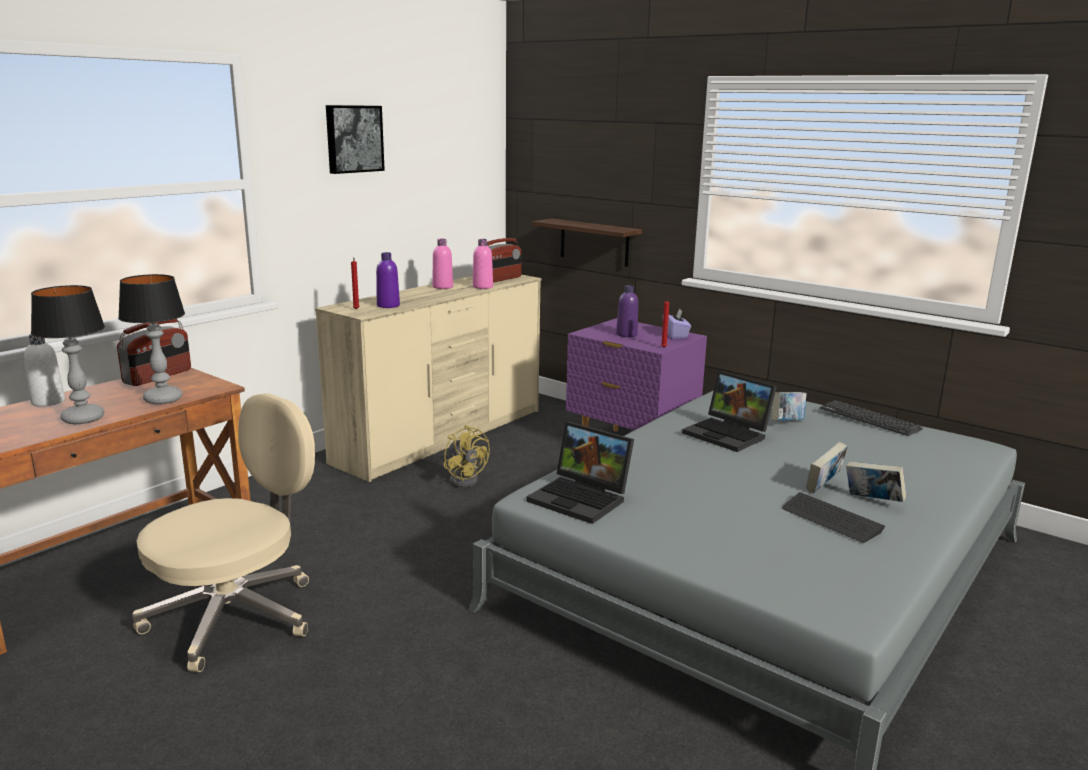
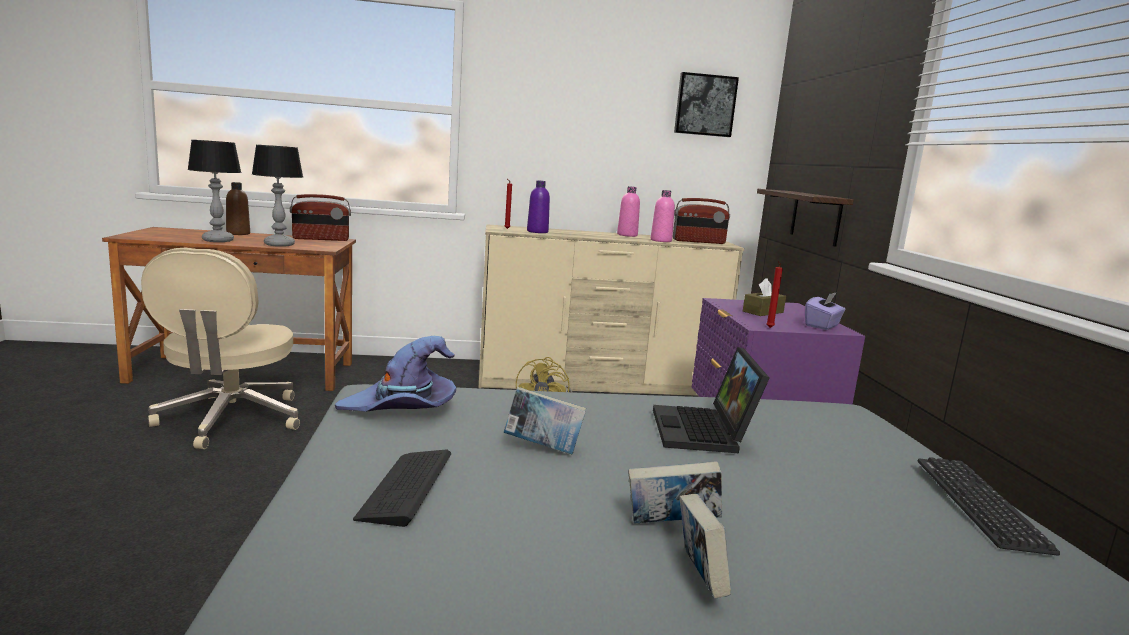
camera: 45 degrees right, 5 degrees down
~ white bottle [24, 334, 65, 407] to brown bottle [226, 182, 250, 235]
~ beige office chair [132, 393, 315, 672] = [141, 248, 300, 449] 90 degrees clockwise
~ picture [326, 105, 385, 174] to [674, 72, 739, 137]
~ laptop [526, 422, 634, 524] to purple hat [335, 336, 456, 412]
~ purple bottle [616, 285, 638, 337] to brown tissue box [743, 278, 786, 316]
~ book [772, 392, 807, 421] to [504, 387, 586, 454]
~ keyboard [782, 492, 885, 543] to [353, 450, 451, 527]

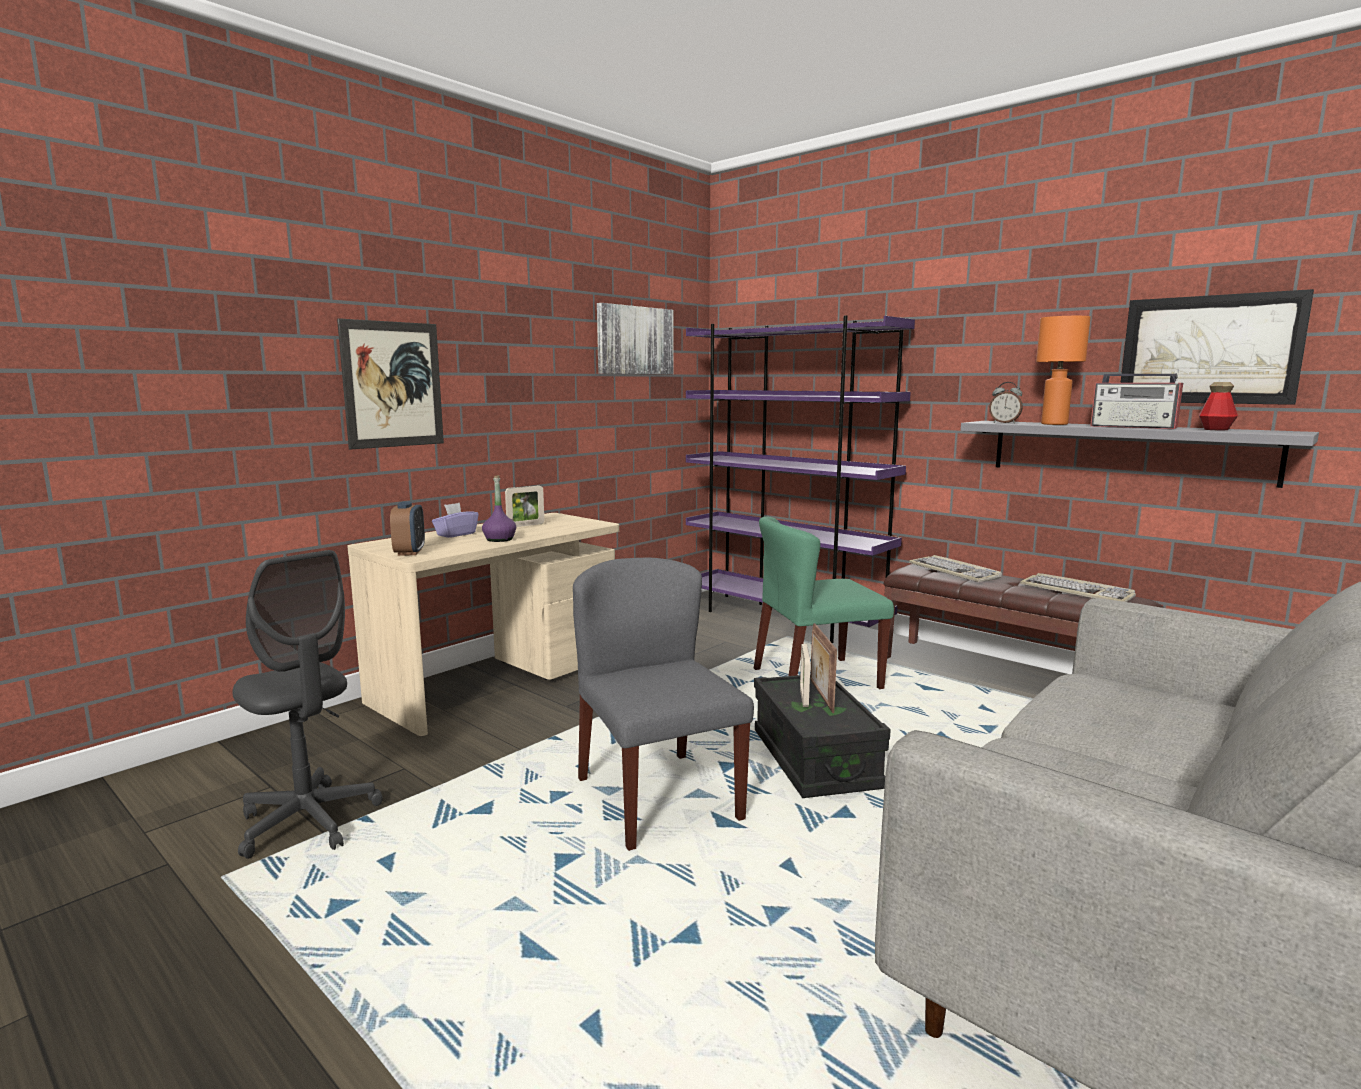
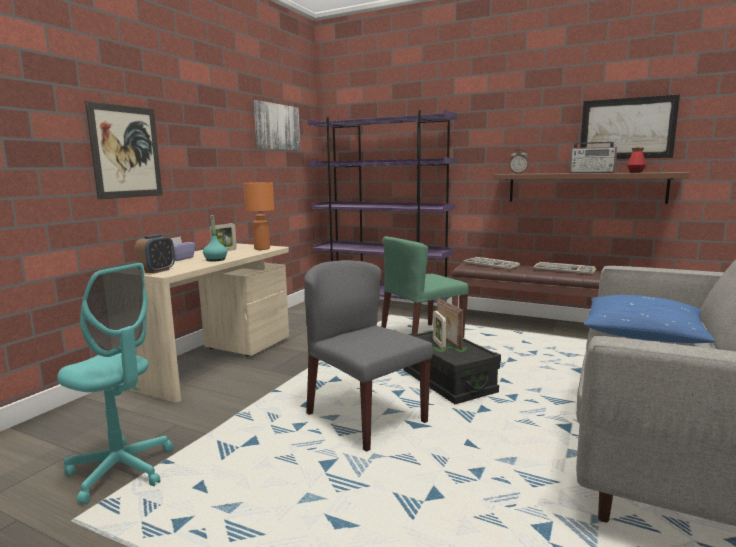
camera: 15 degrees left, 0 degrees up
~ grey office chair [233, 550, 383, 859] to turquoise office chair [57, 263, 174, 504]
~ alarm clock [390, 501, 425, 556] = [135, 234, 175, 274] 45 degrees clockwise
~ purple bottle [482, 475, 516, 542] to turquoise bottle [203, 215, 227, 261]
~ grey shelf [961, 421, 1319, 488] to brown shelf [493, 172, 690, 204]
~ orange table lamp [1036, 316, 1091, 425] to [243, 182, 274, 250]
+ blue pillow [584, 295, 715, 343]

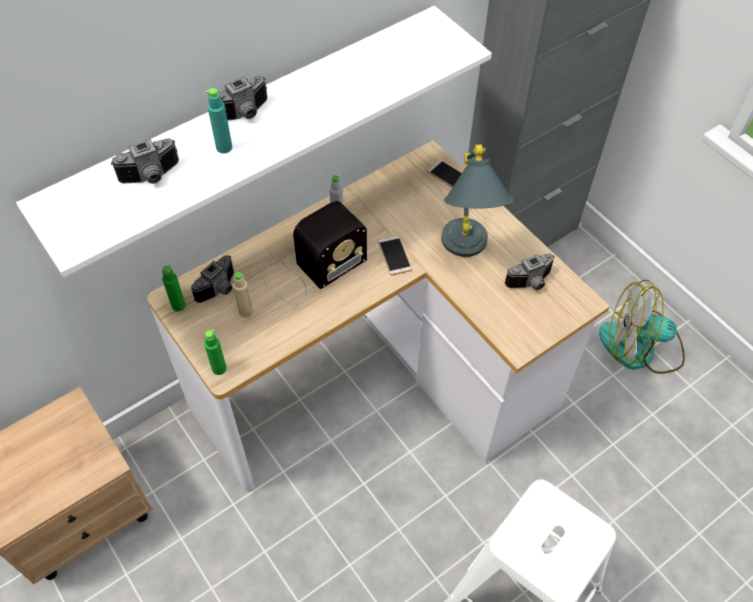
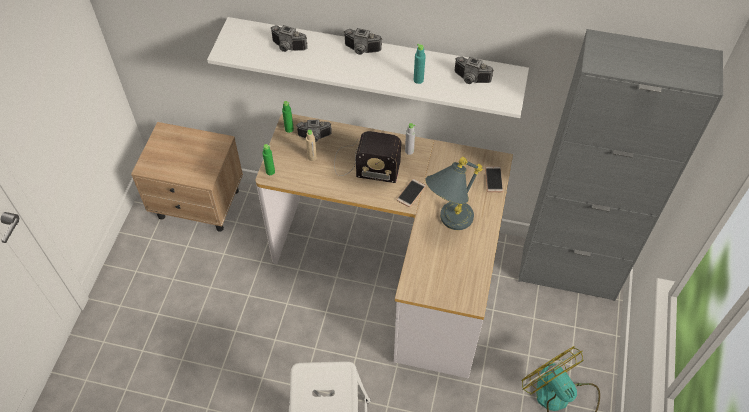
camera: 50 degrees right, 0 degrees up
~ turquoise bottle [205, 88, 232, 153] to [414, 44, 426, 84]
~ photo camera [505, 253, 555, 290] to [454, 56, 494, 84]

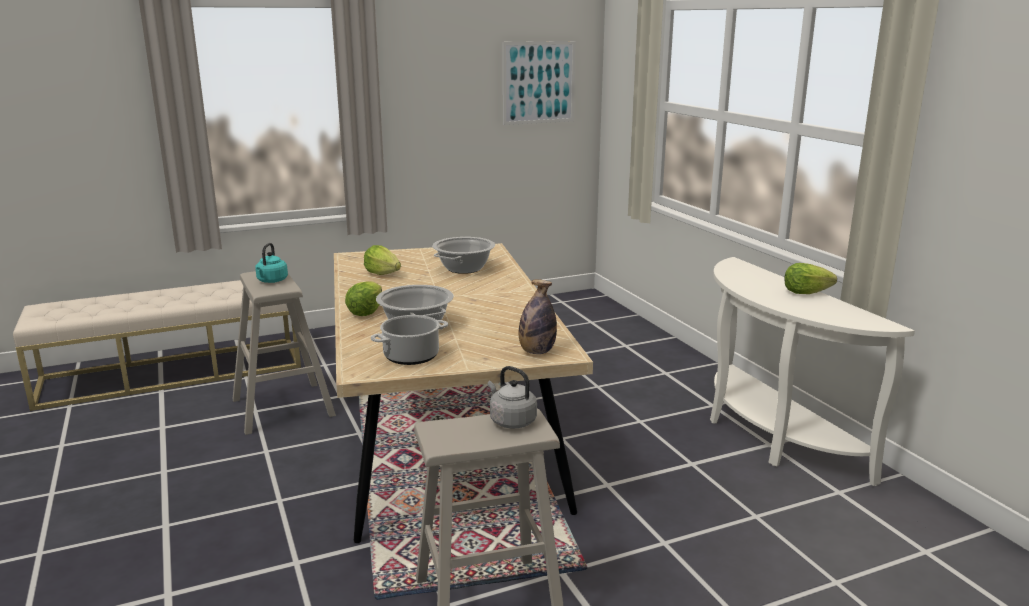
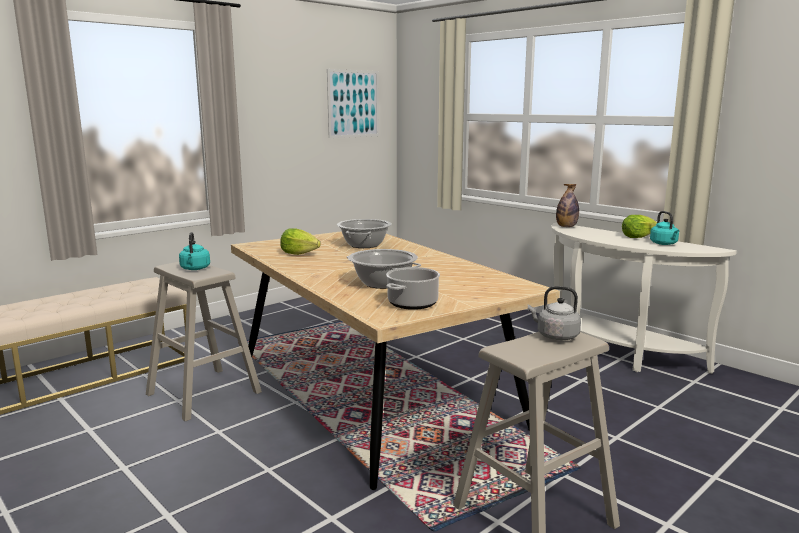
camera: 20 degrees left, 5 degrees down
- lettuce [345, 281, 382, 316]
~ bottle [519, 280, 557, 354] to [556, 184, 579, 227]
+ turquoise kettle [650, 211, 679, 245]

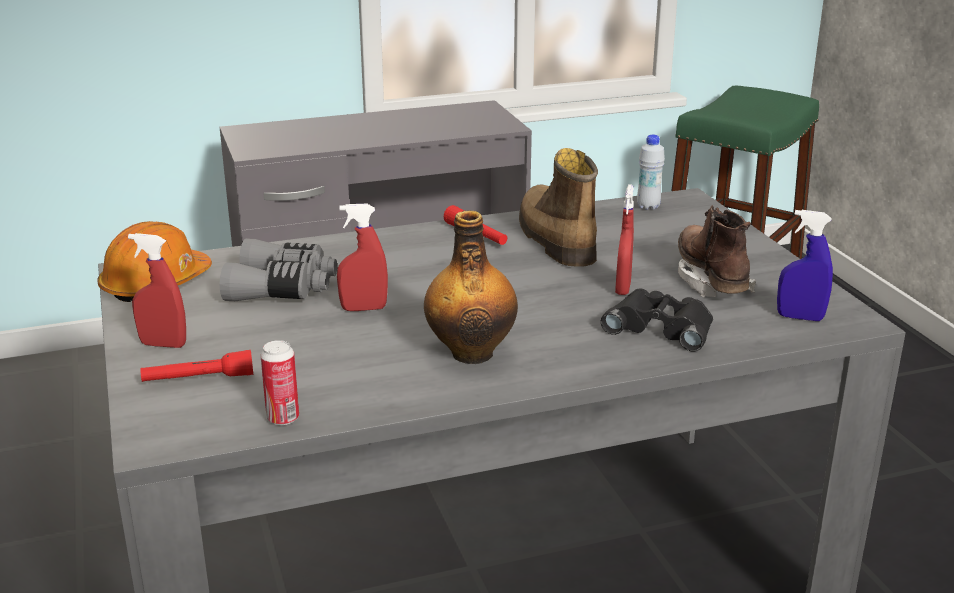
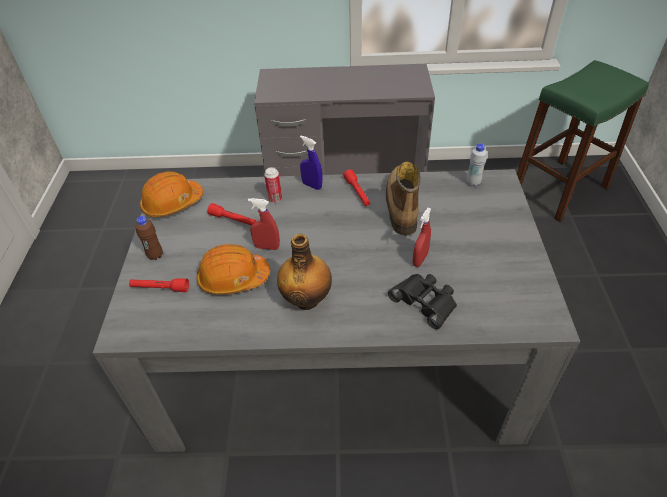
camera: 20 degrees right, 20 degrees up
~ red spray bottle [128, 233, 186, 348] to brown bottle [135, 216, 163, 260]
~ grey binoculars [220, 238, 337, 301] to red flashlight [207, 203, 256, 226]
~ can [260, 340, 299, 425] to [264, 167, 282, 203]
- brown boot [678, 205, 756, 297]
~ blue spray bottle [777, 210, 833, 321] to [300, 136, 323, 190]
+ orange hard hat [197, 244, 270, 295]

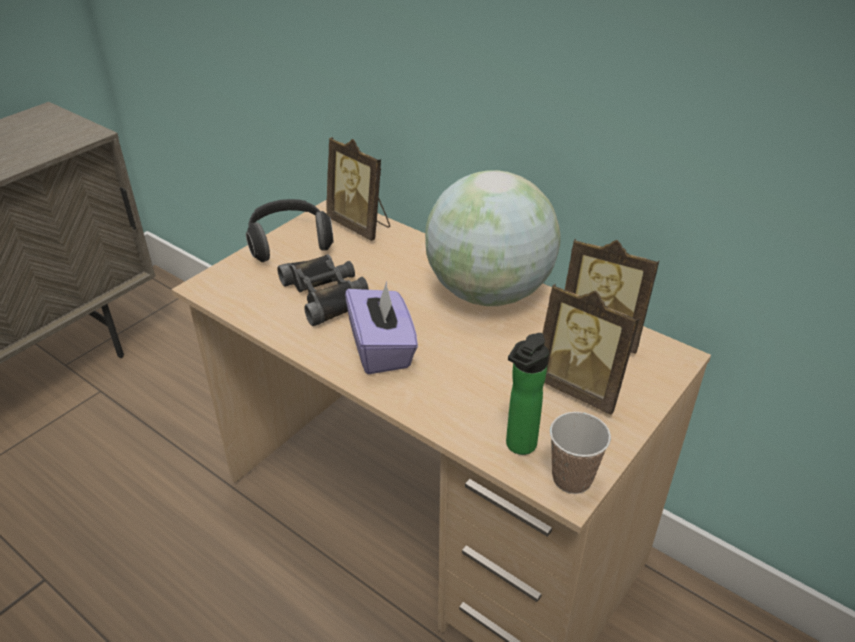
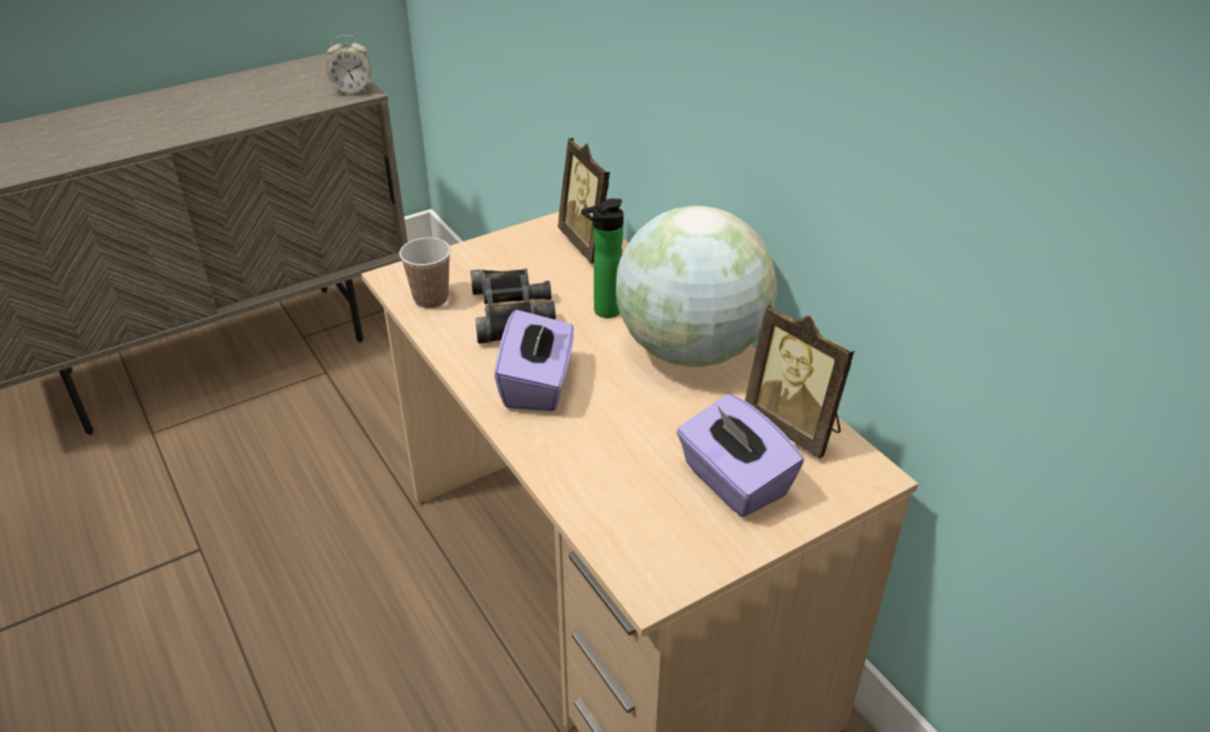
camera: 20 degrees right, 0 degrees up
- headphones [246, 199, 333, 262]
~ bottle [506, 333, 549, 455] to [581, 199, 624, 318]
~ picture frame [542, 284, 640, 414] to purple tissue box [676, 394, 804, 517]
~ cup [550, 412, 611, 494] to [399, 237, 451, 309]
+ alarm clock [326, 35, 371, 94]

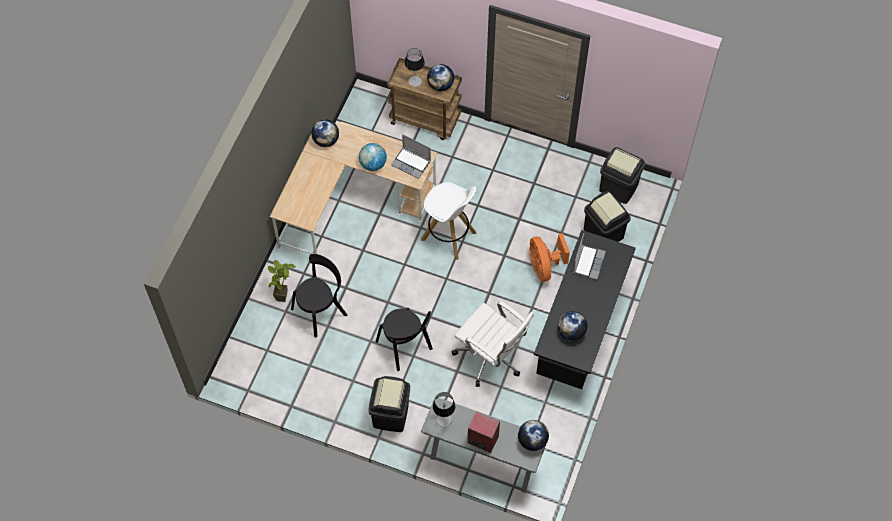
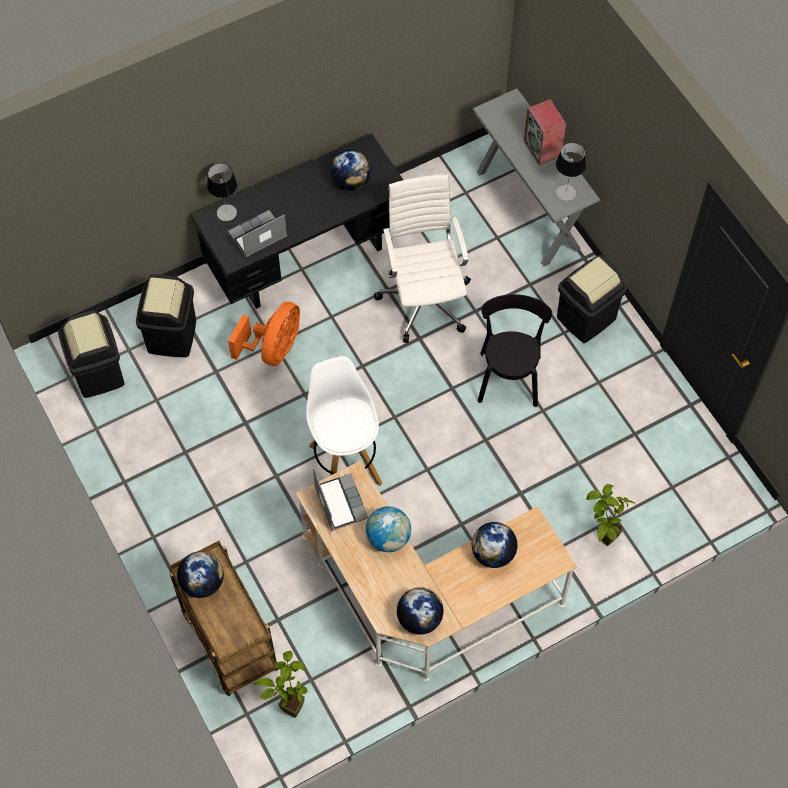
camera: 140 degrees left, 0 degrees up
- black chair [291, 254, 347, 338]
~ table lamp [405, 48, 425, 87] to [207, 163, 237, 221]
~ globe [518, 420, 549, 451] to [472, 522, 517, 568]
+ potted plant [254, 651, 308, 718]

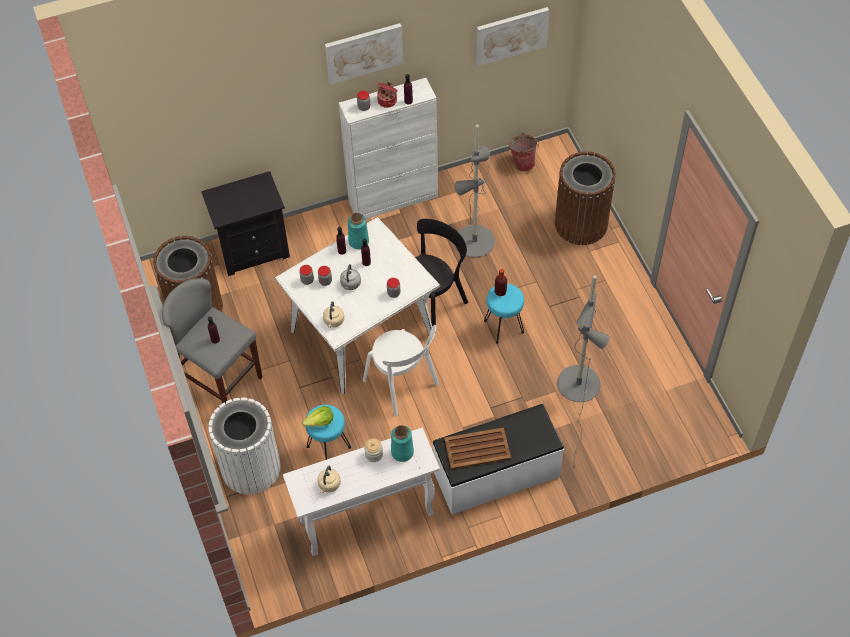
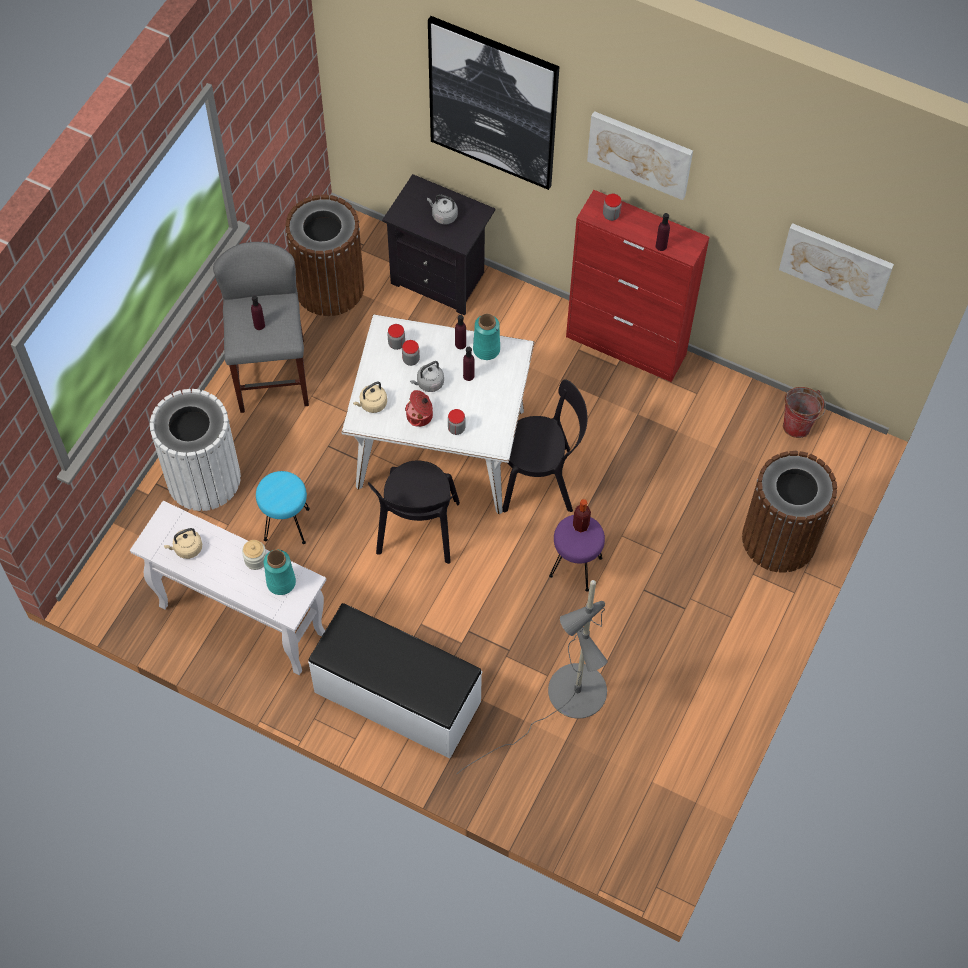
camera: 45 degrees right, 5 degrees up
- lettuce [302, 406, 333, 427]
~ white cabinet [339, 78, 438, 219] to red cabinet [566, 190, 709, 382]
~ white chair [363, 325, 439, 416] to black chair [368, 460, 460, 564]
~ cooking pot [377, 82, 398, 108] to [405, 390, 433, 427]
- brown tray [444, 427, 511, 470]
- grey floor lamp [455, 124, 495, 257]
~ turquoise stool [484, 284, 524, 344] to purple stool [549, 515, 605, 592]
+ grey kettle [427, 194, 458, 225]
+ picture [428, 16, 559, 190]

